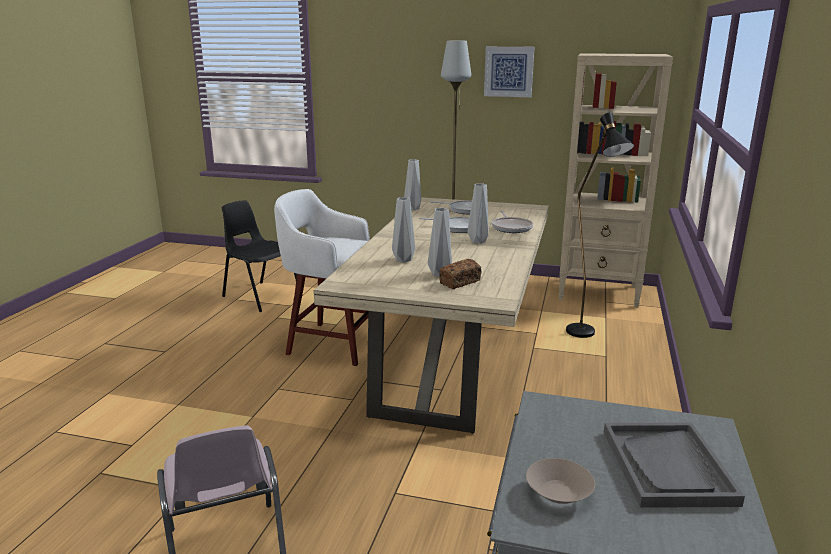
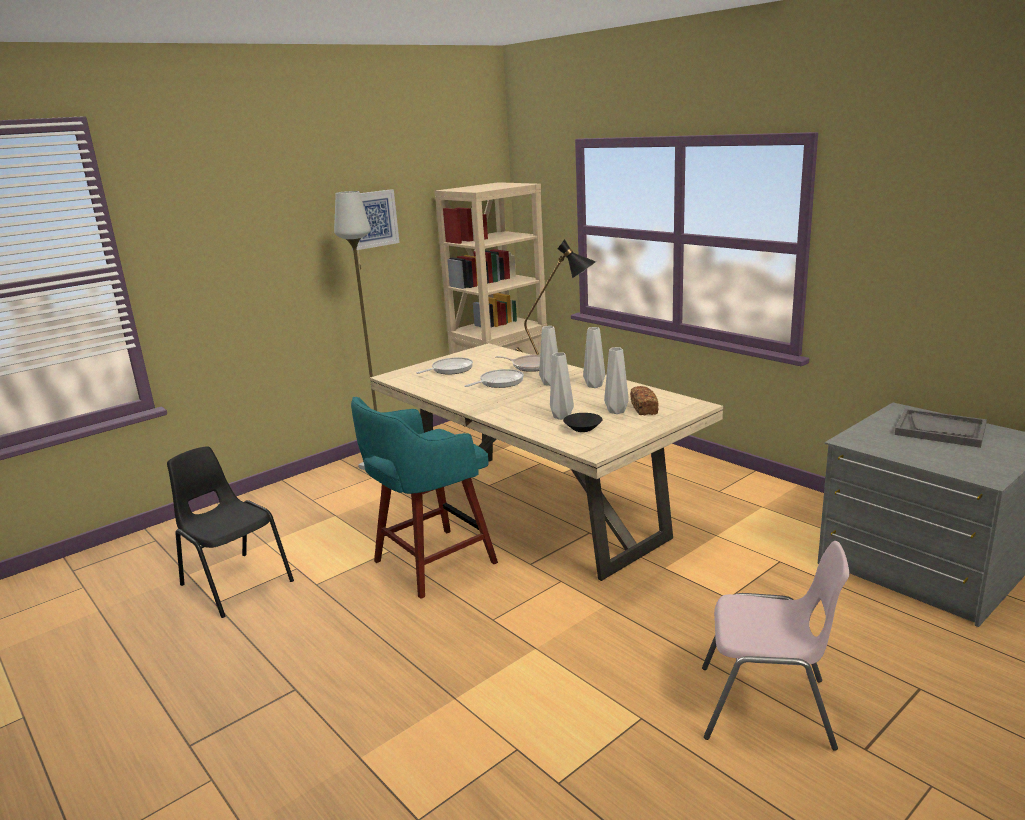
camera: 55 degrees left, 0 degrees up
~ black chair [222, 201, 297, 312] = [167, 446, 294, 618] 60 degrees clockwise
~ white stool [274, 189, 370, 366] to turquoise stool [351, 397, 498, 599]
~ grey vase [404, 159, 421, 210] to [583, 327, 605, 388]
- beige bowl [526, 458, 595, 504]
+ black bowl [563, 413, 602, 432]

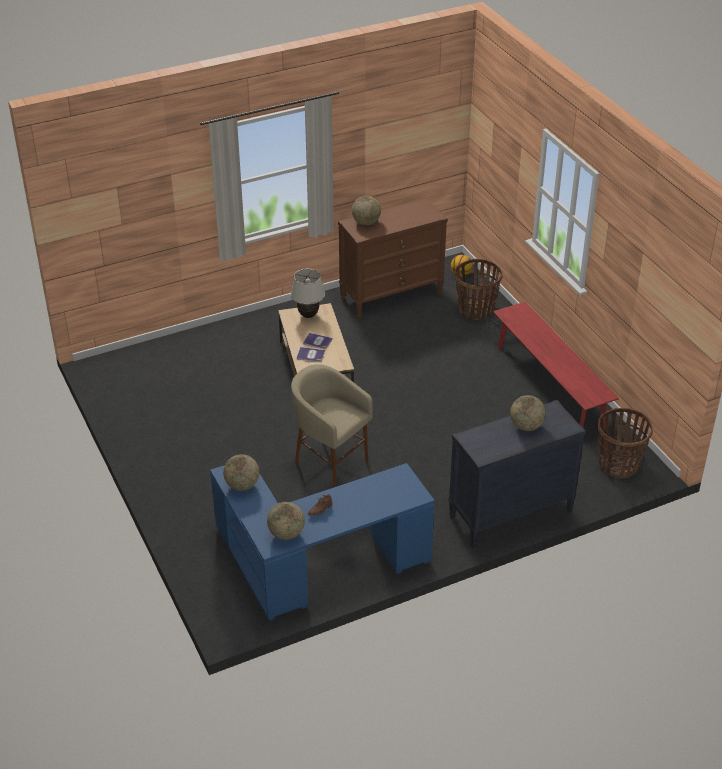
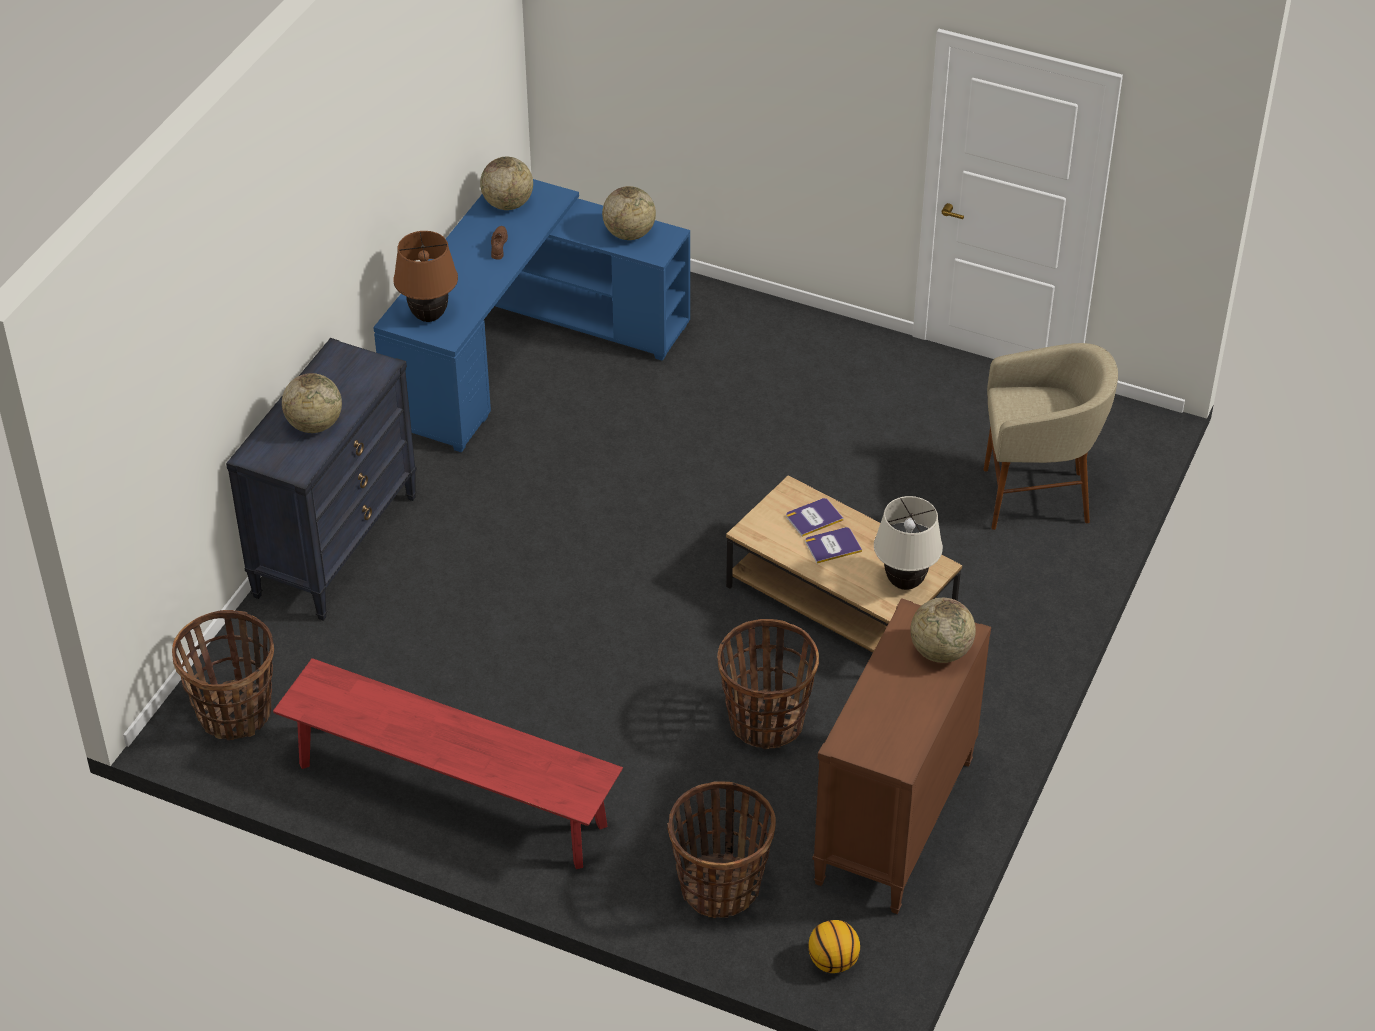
camera: 140 degrees right, 5 degrees up
~ beige stool [291, 364, 373, 487] to [984, 343, 1118, 530]
+ brown table lamp [393, 231, 458, 322]
+ basket [717, 619, 819, 749]

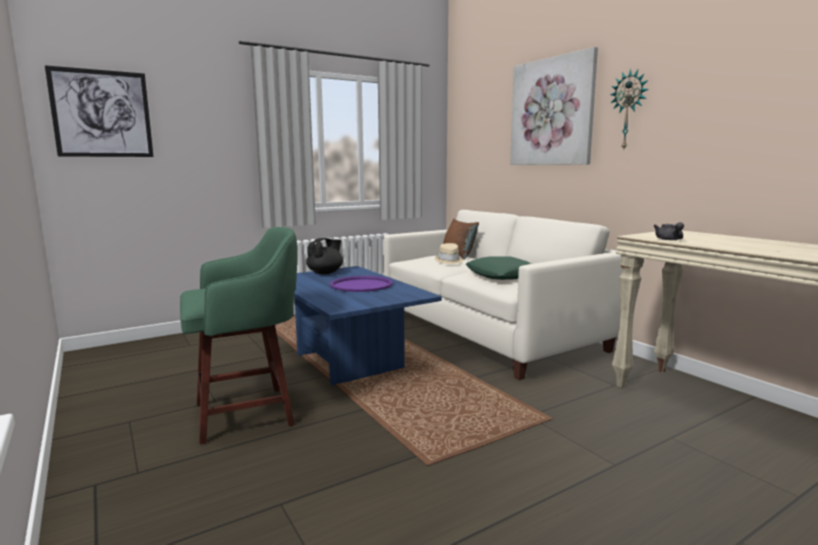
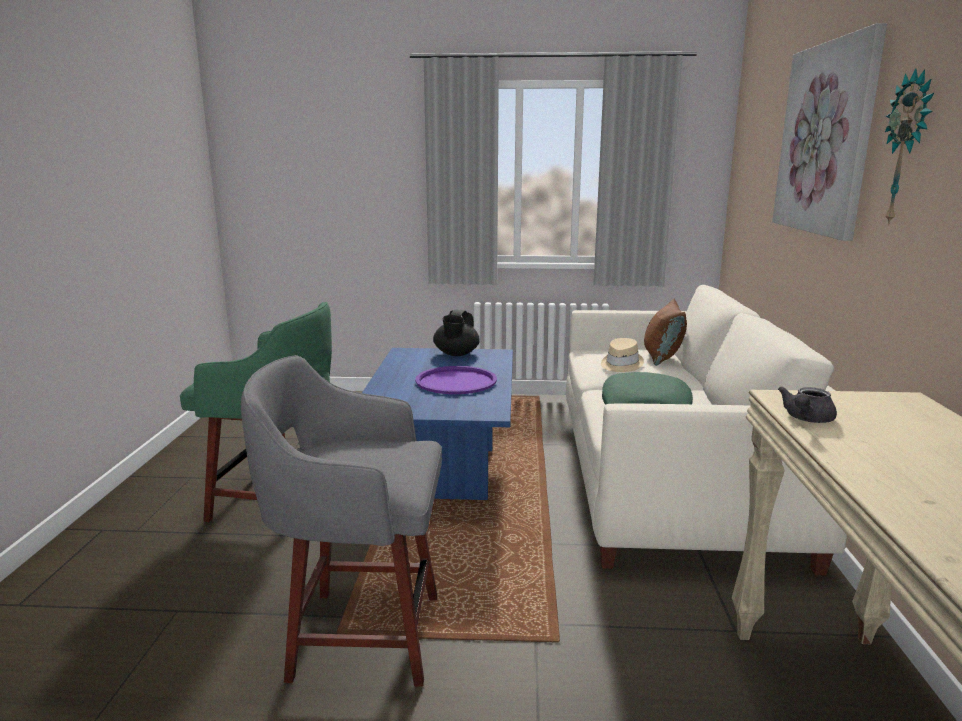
camera: 35 degrees right, 5 degrees up
- picture [45, 65, 153, 157]
~ black teapot [306, 238, 343, 274] = [433, 310, 480, 356] 120 degrees clockwise
+ grey stool [241, 355, 442, 687]

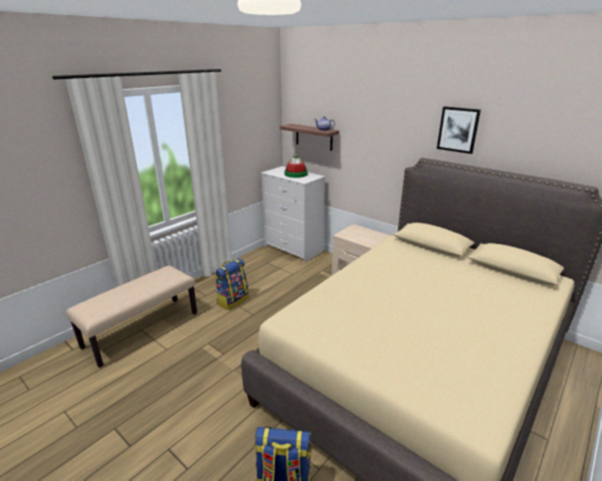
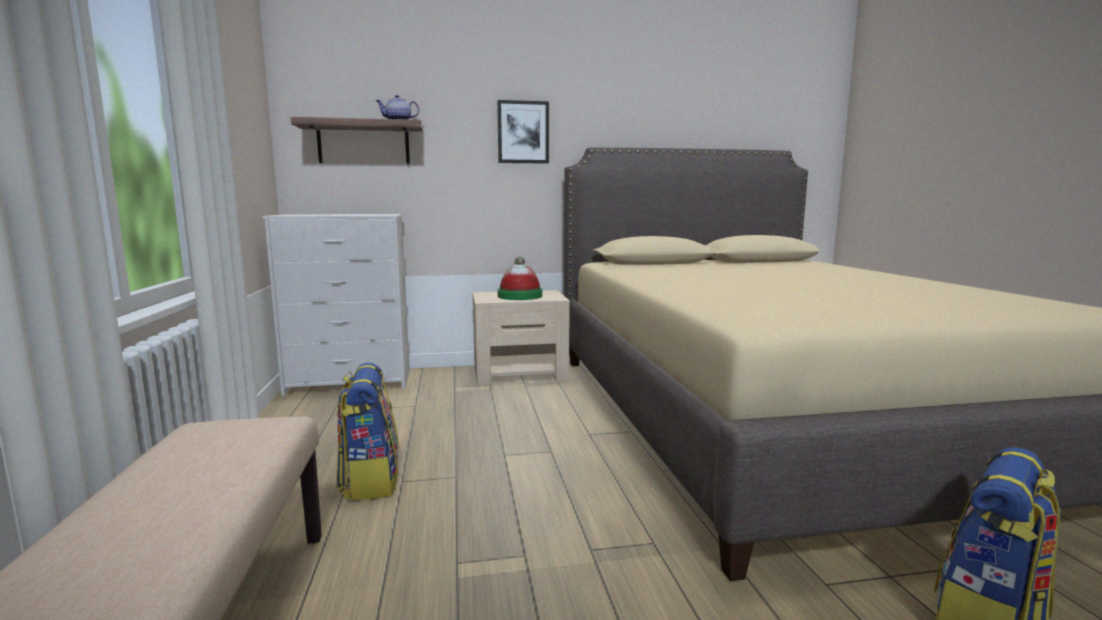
camera: 50 degrees left, 15 degrees down
~ hat [284, 154, 308, 178] to [498, 257, 542, 300]
~ picture [437, 106, 481, 154] to [497, 100, 549, 164]

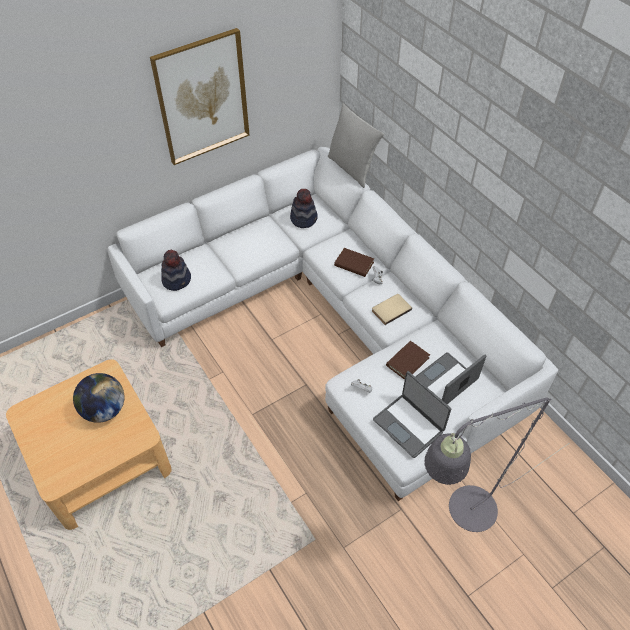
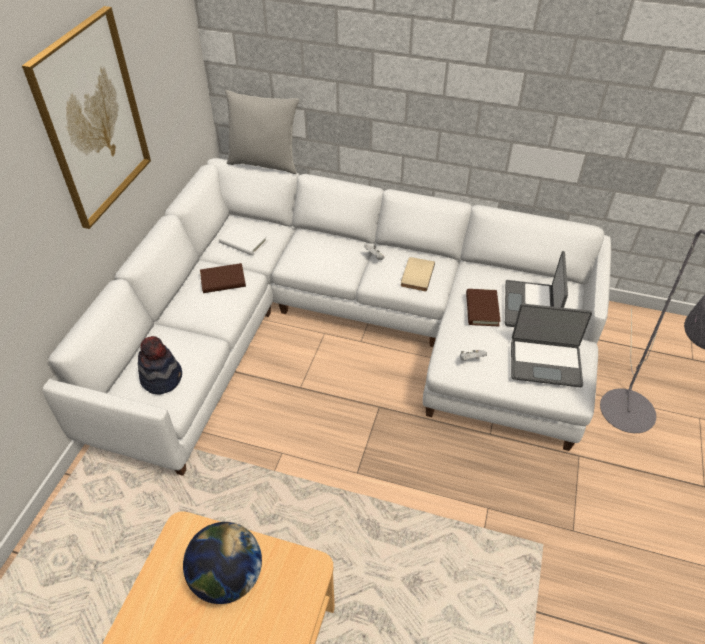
camera: 40 degrees left, 5 degrees down
~ hat [290, 189, 318, 228] to white book [219, 224, 268, 256]
~ brown book [334, 248, 374, 277] to [200, 263, 246, 293]

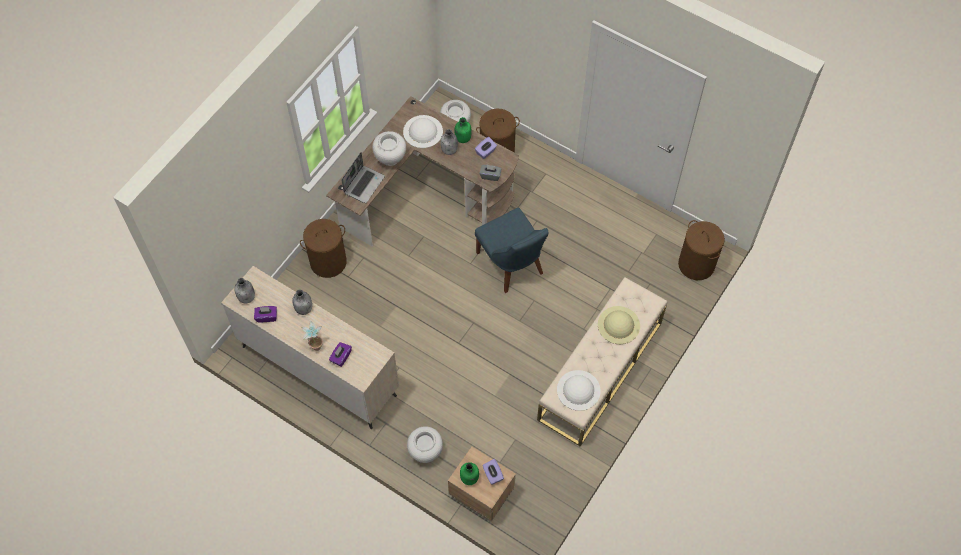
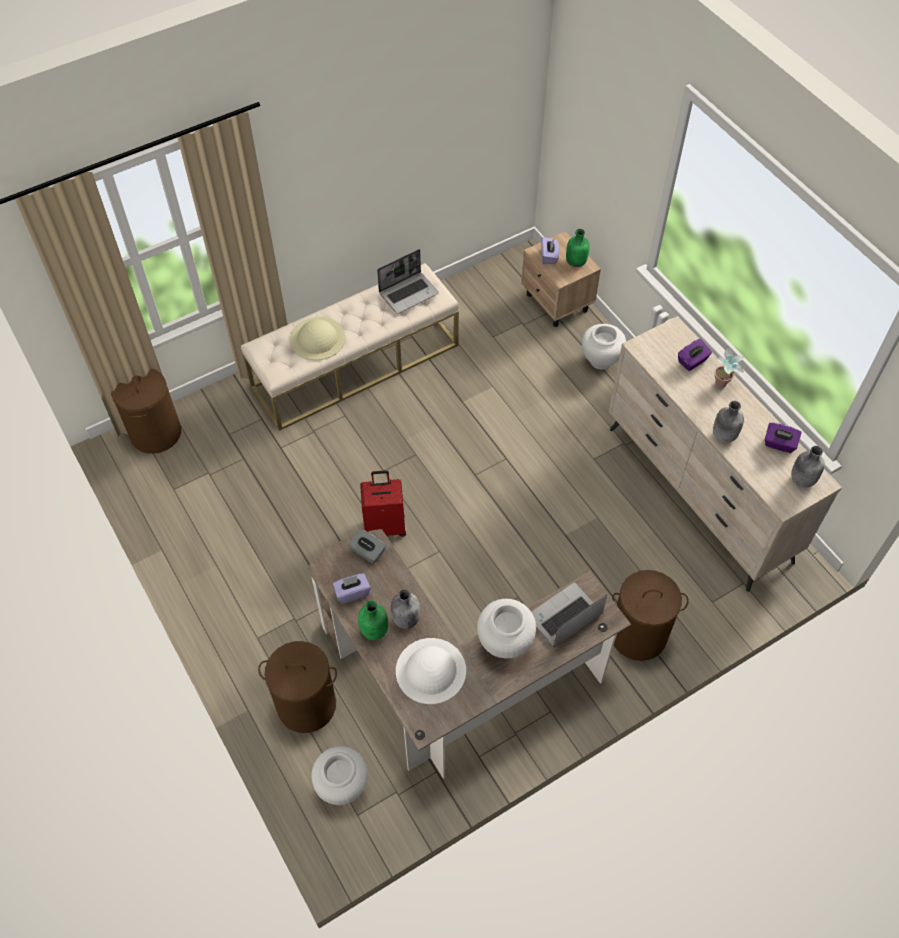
camera: 155 degrees left, 5 degrees down
~ blue chair [475, 208, 548, 293] to red suitcase [360, 470, 406, 536]
~ white hat [557, 370, 601, 411] to laptop [377, 249, 439, 314]

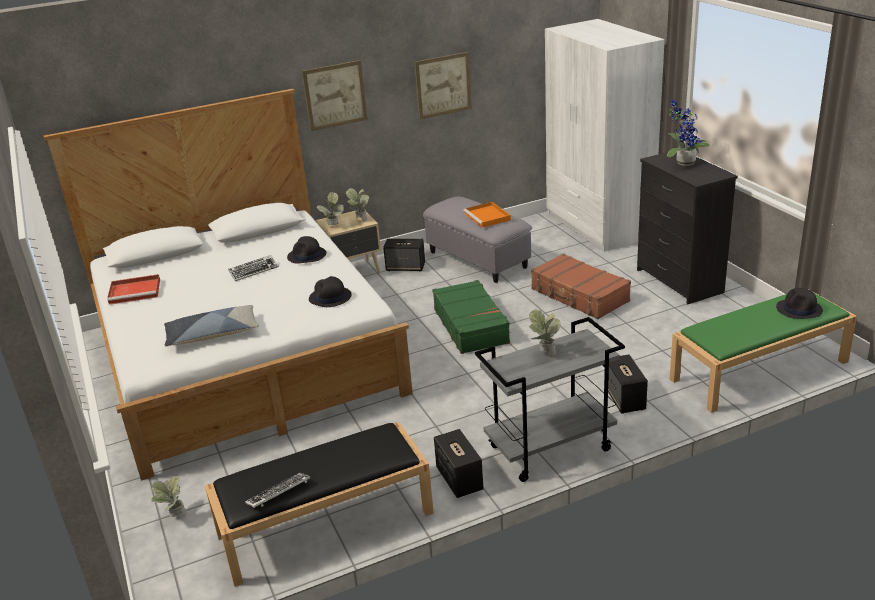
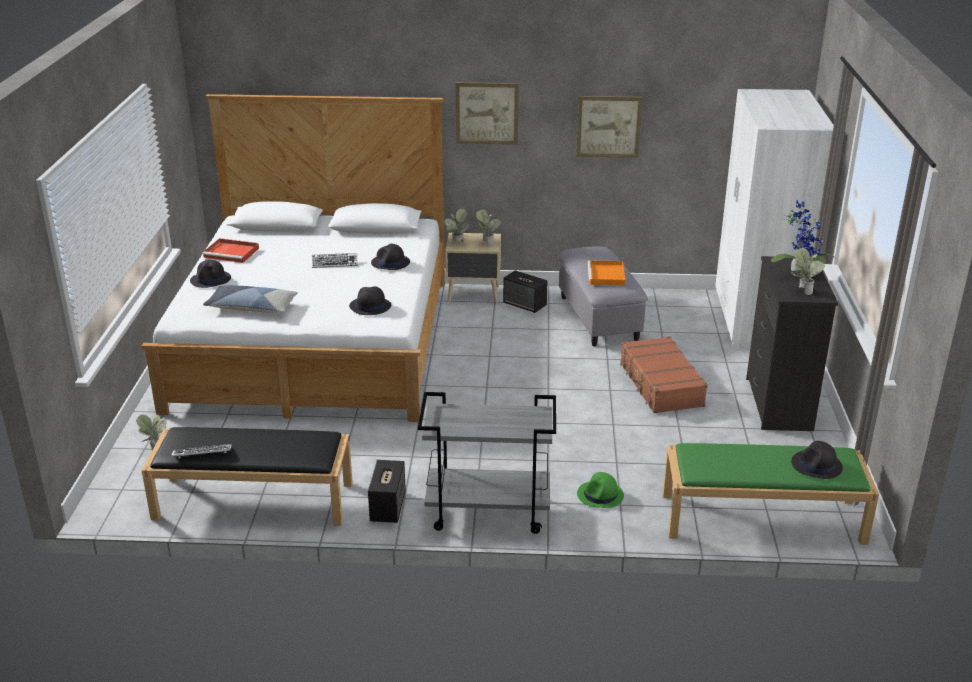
camera: 25 degrees right, 0 degrees up
- green suitcase [432, 280, 510, 354]
~ potted plant [529, 309, 561, 357] to [790, 248, 825, 295]
~ speaker [608, 354, 648, 414] to green hat [577, 472, 624, 508]
+ black hat [190, 260, 231, 288]

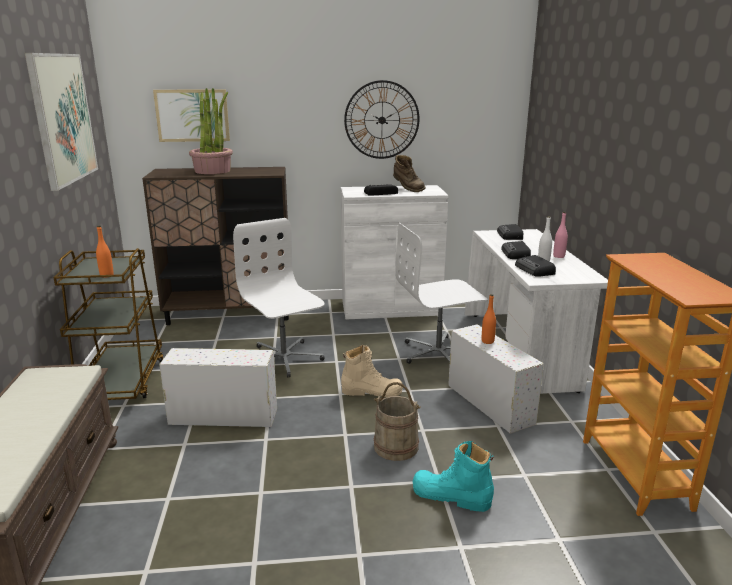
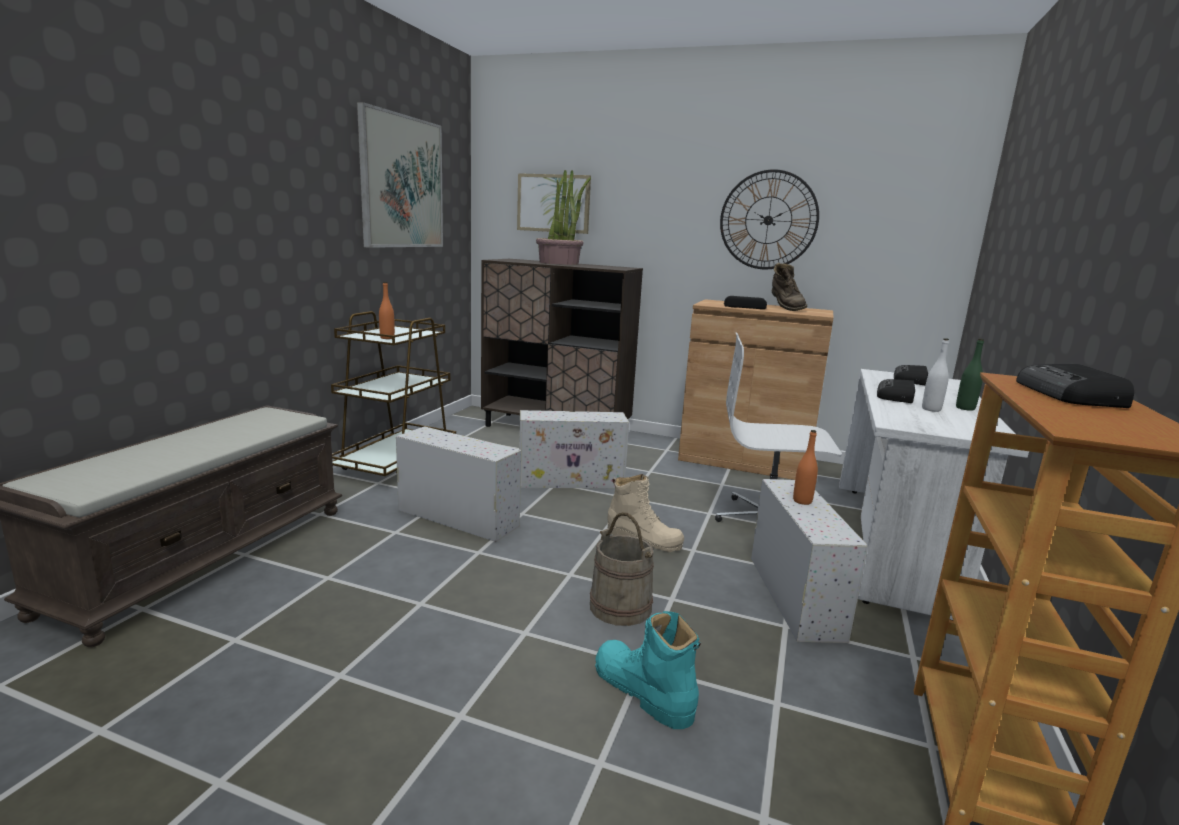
camera: 25 degrees right, 5 degrees down
~ white office chair [233, 218, 325, 378] to white storage box [519, 410, 629, 488]
~ white cabinet [341, 185, 449, 319] to brown cabinet [678, 299, 834, 480]
~ radio [515, 255, 556, 277] to [1016, 364, 1134, 408]
~ pink bottle [553, 212, 568, 258] to green bottle [956, 339, 984, 411]

